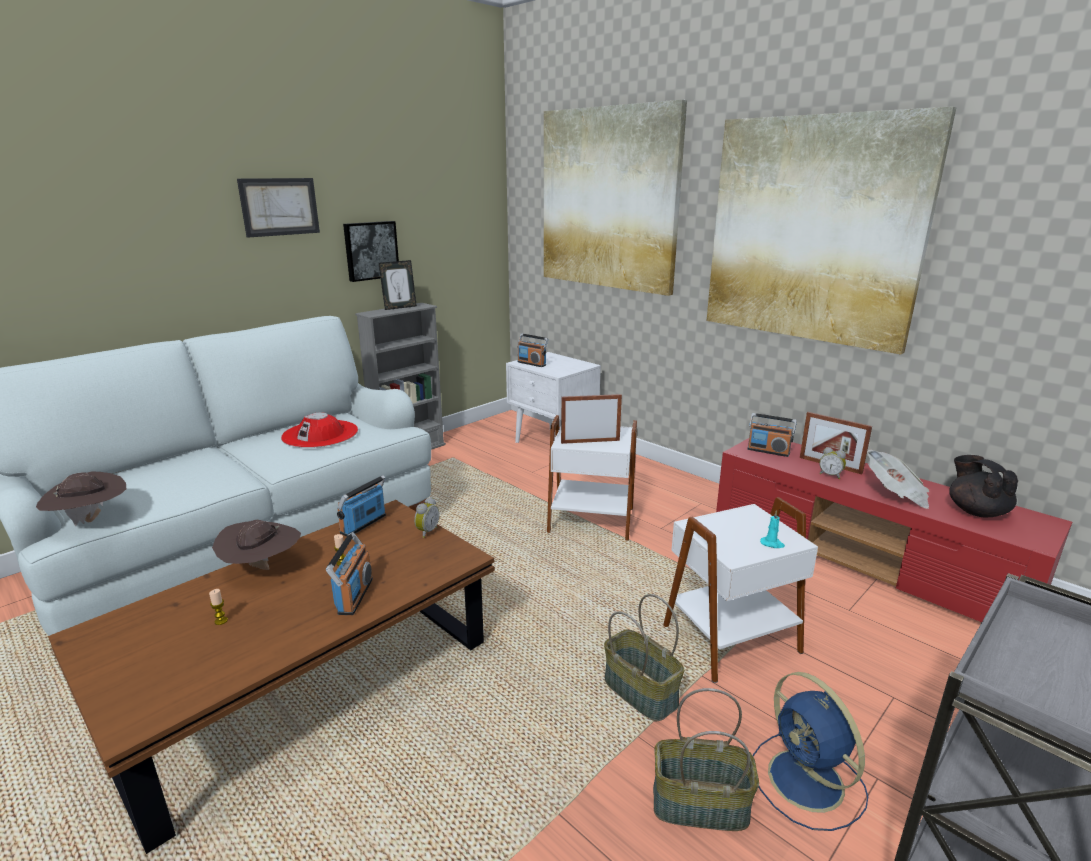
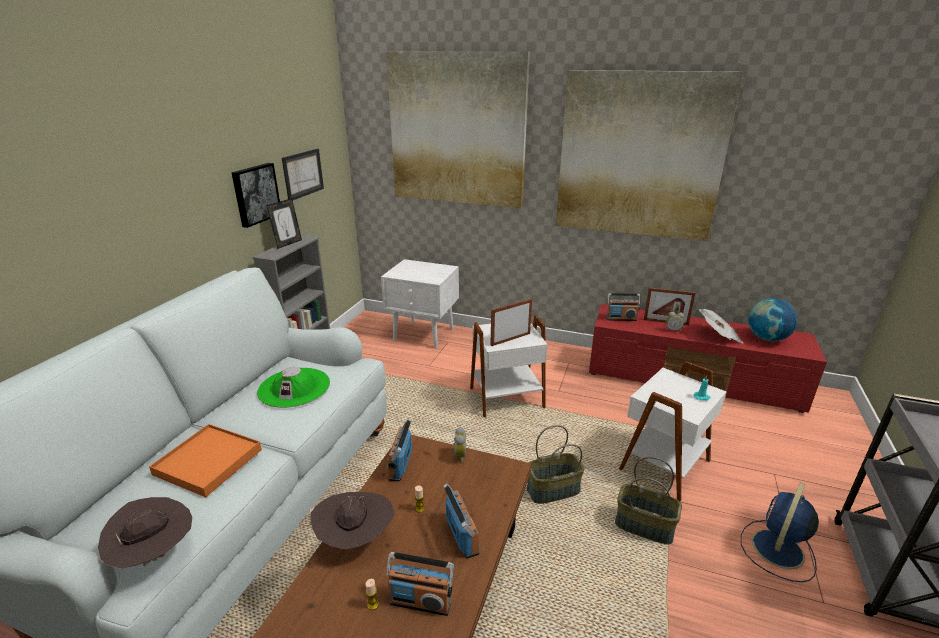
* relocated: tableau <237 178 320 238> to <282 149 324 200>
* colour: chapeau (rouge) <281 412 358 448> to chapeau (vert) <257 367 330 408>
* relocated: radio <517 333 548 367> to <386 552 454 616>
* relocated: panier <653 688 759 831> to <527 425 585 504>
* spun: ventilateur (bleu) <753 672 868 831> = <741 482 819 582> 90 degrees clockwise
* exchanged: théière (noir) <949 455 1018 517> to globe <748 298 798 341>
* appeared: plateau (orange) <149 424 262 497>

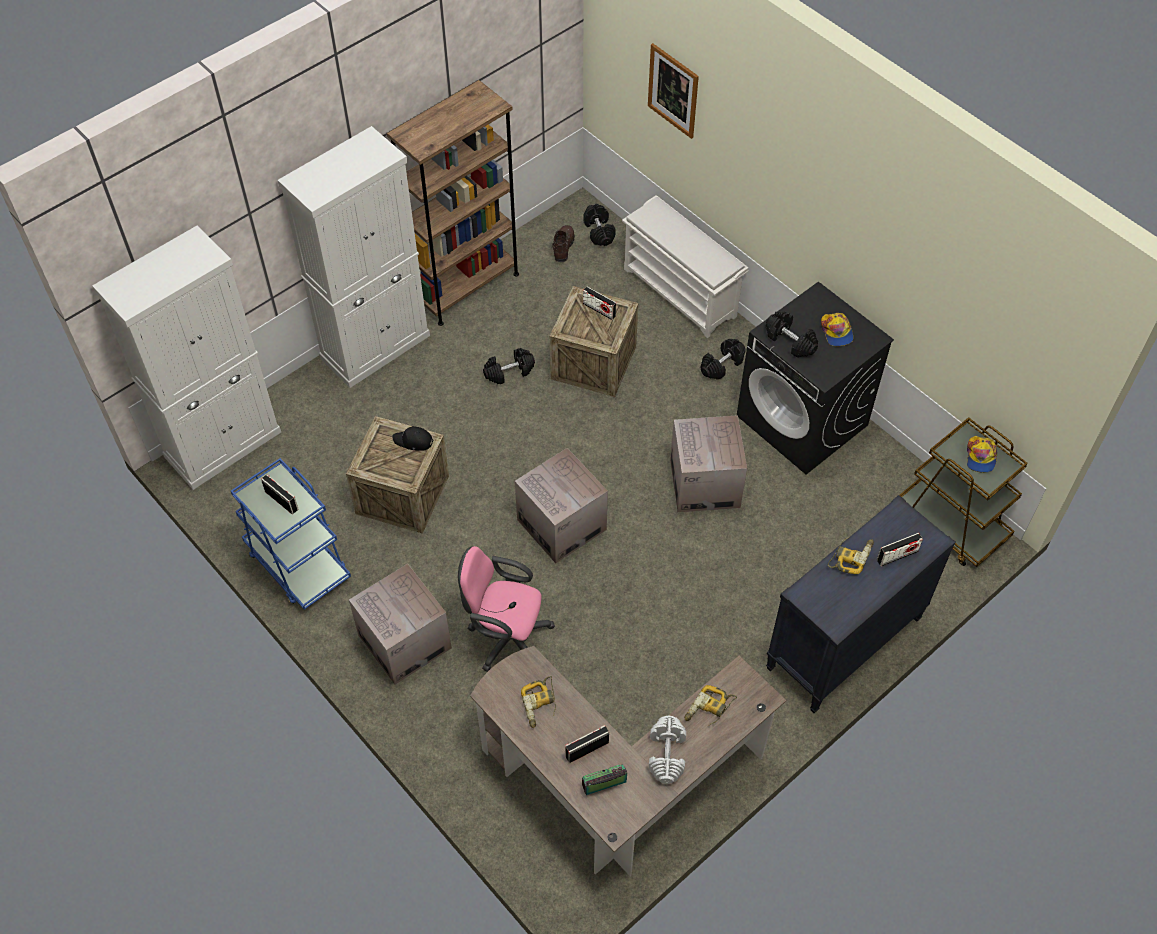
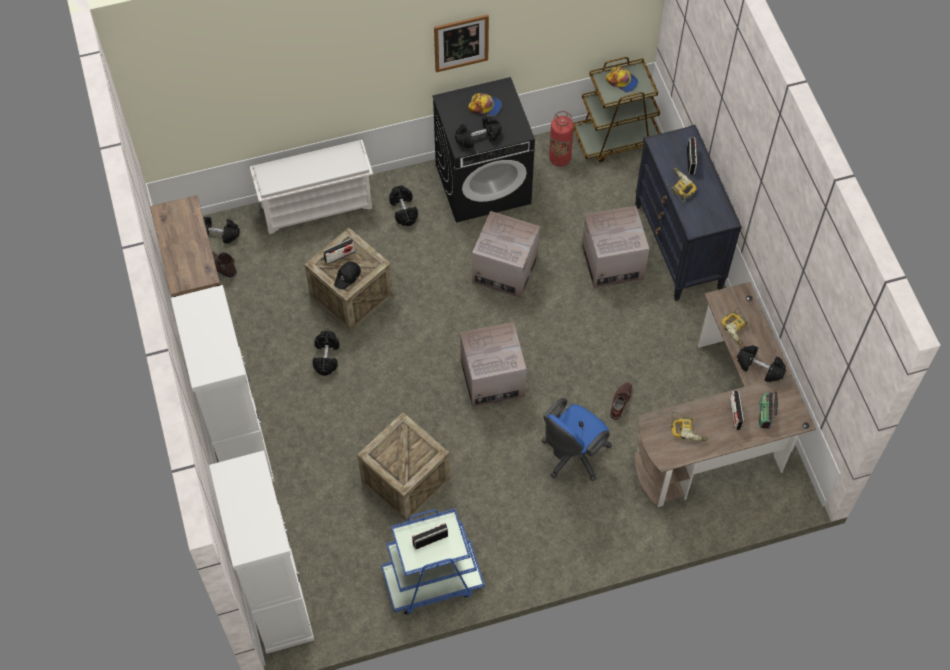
* relocated: carton <349 564 452 685> to <582 206 649 288>
* relocated: casquette (noir) <392 426 433 450> to <334 262 361 290>
* colour: chaise de bureau (rose) <458 546 555 672> to chaise de bureau (bleu) <542 398 612 481>
* relocated: tableau <648 43 699 139> to <434 14 489 72>
* colour: haltère (blanc) <649 716 686 784> to haltère (noir) <737 345 786 382>
* appeared: extincteur <549 111 574 167>
* appeared: botte (marron) <610 382 633 420>

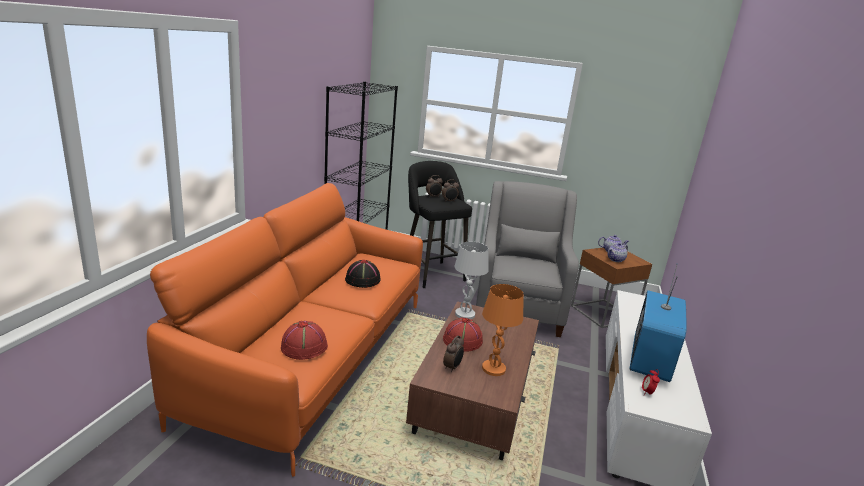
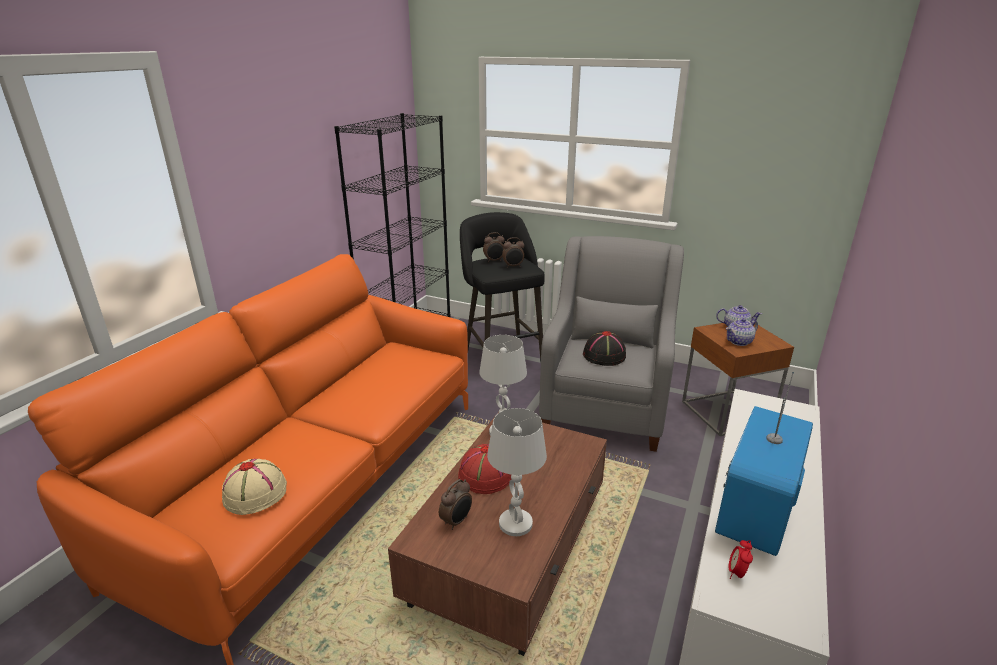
* colour: chapeau (rouge) <281 321 328 360> to chapeau (beige) <222 459 287 515>
* relocated: chapeau (noir) <345 260 381 288> to <583 331 626 366>
* colour: lampe de table (orange) <482 284 524 376> to lampe de table (blanc) <487 408 547 536>

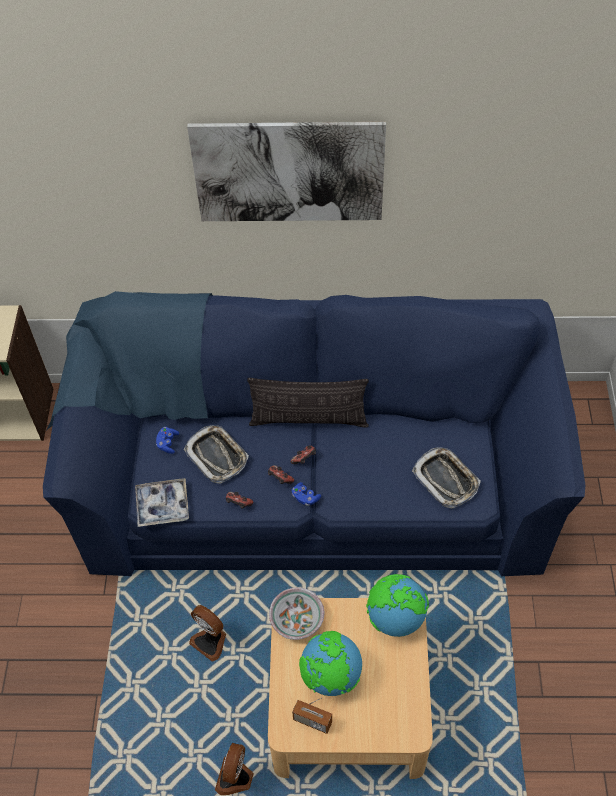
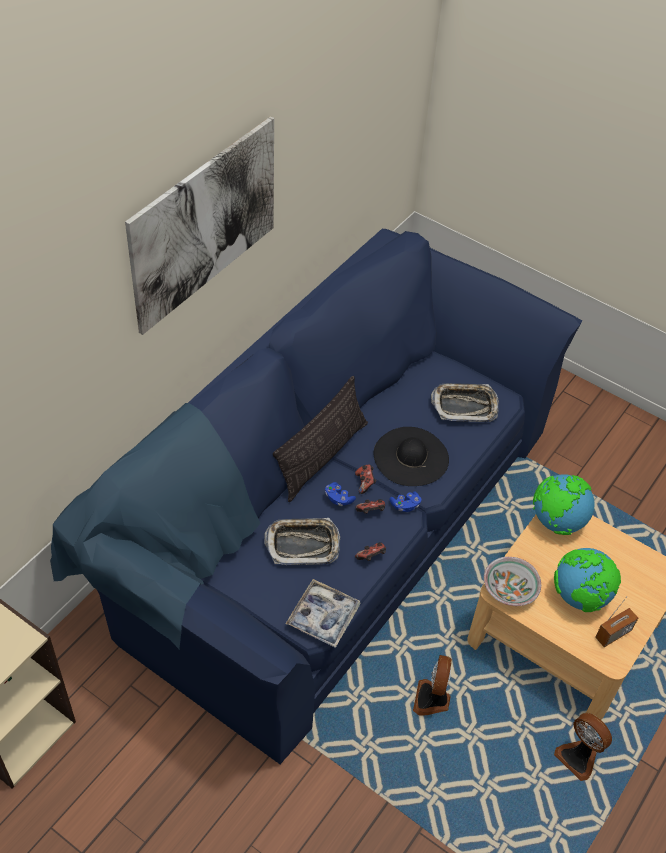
* relocated: manette (bleu) <156 427 179 454> to <325 482 356 506>
* spun: ventilateur <189 605 226 661> = <413 655 452 715> 120 degrees clockwise
* appeared: chapeau (noir) <374 427 449 486>

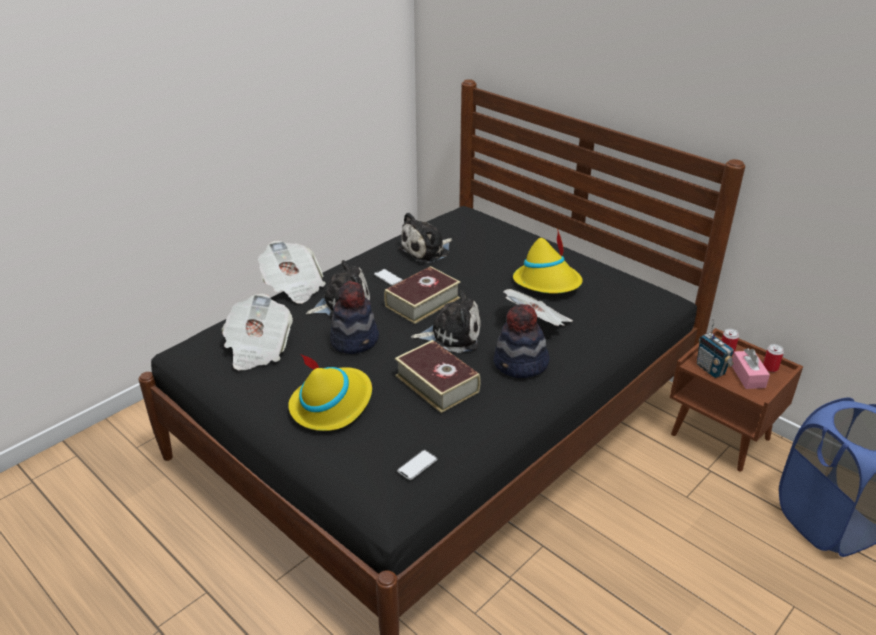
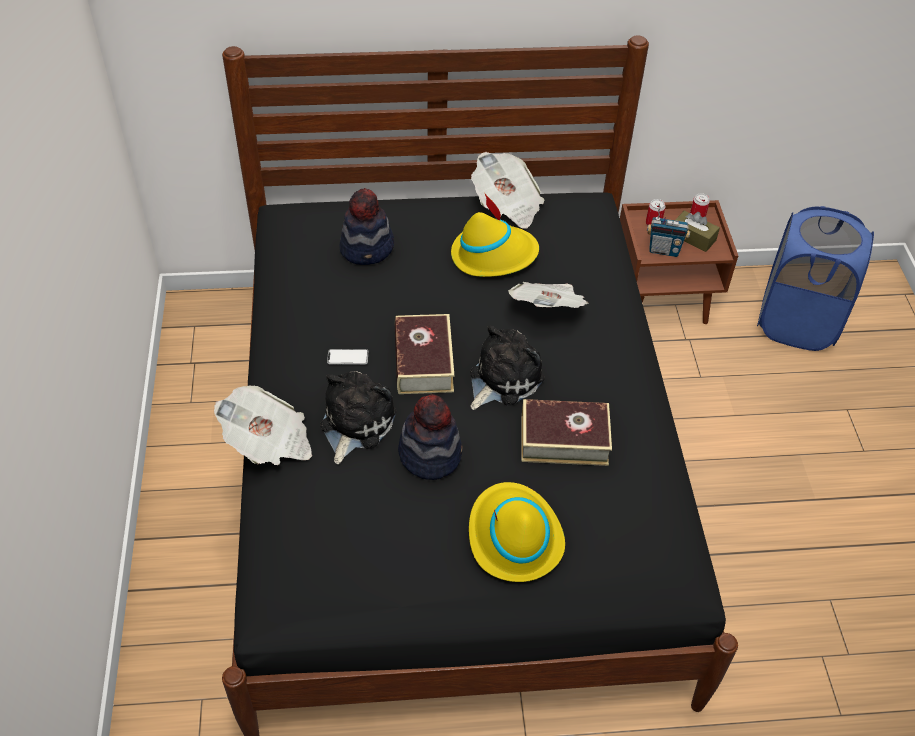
* relocated: journal <222 294 293 371> to <471 152 545 229>
* missing: téléphone <397 450 437 480>
* missing: peluche <398 212 452 263>
* relocated: chapeau <493 304 550 378> to <339 188 394 265>
* colour: boîte à mouchoirs (rose) <732 348 770 389> to boîte à mouchoirs (marron) <675 211 720 252>

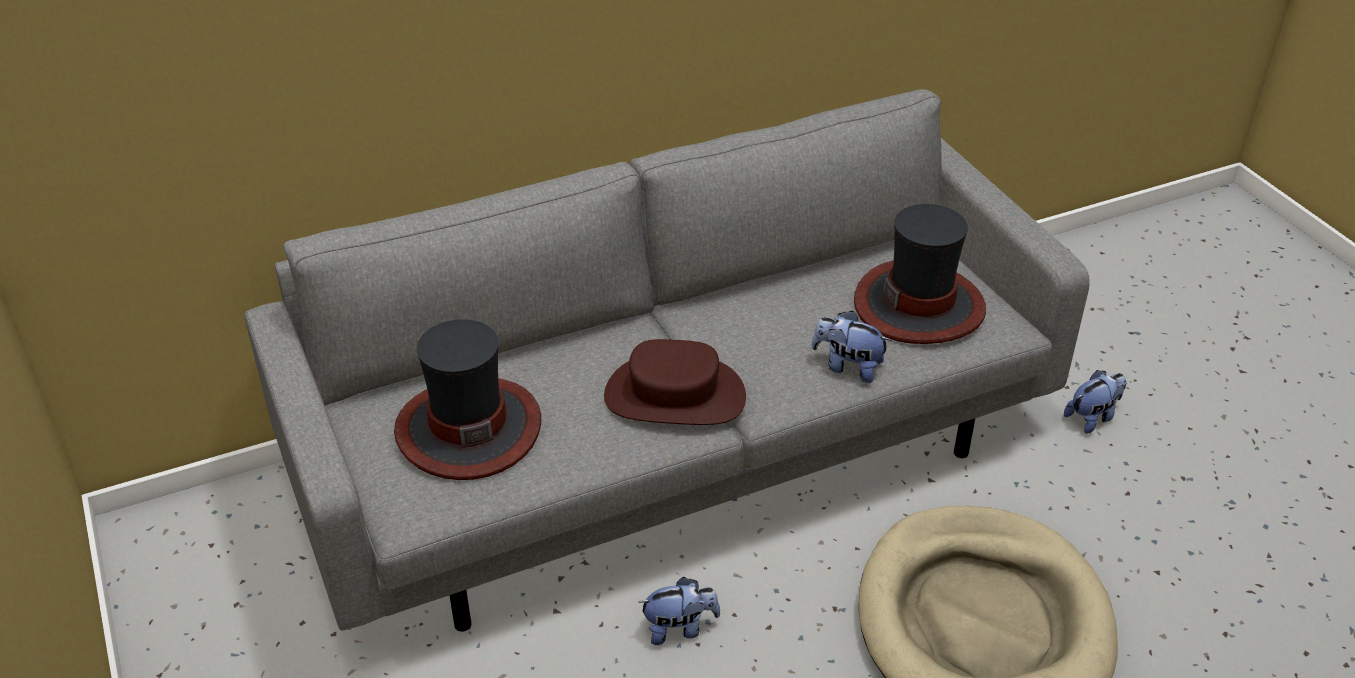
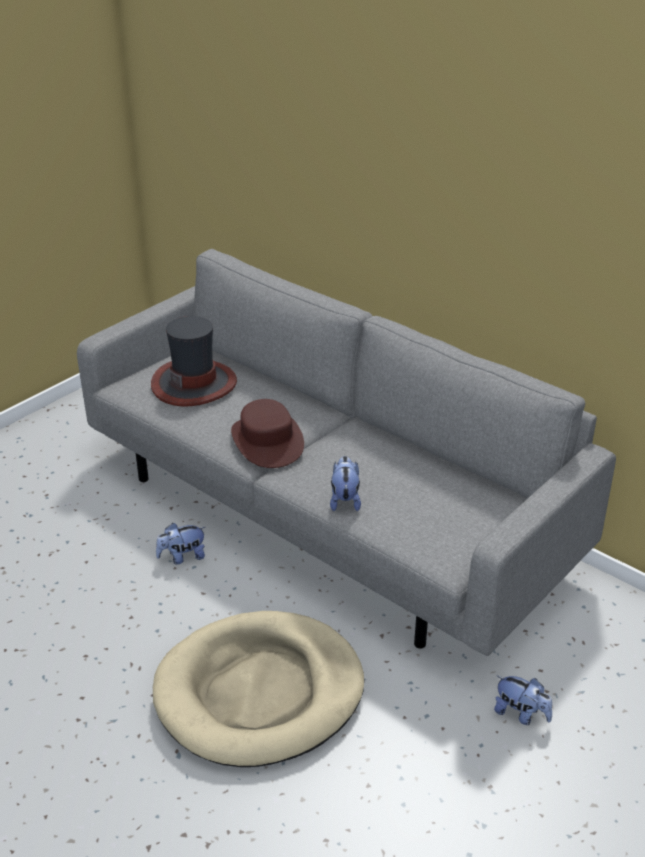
* spun: peluche <638 577 720 645> = <156 523 206 564> 105 degrees clockwise
* missing: chapeau <854 204 986 344>

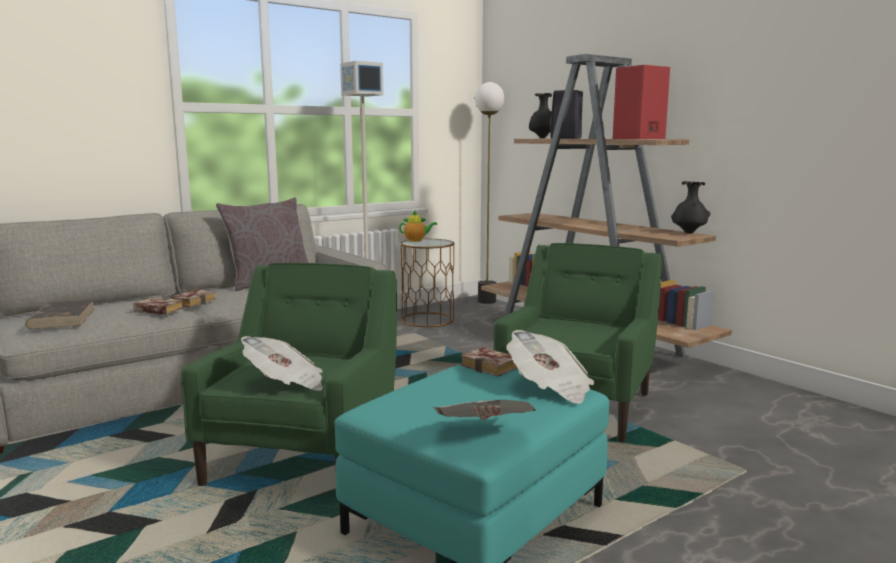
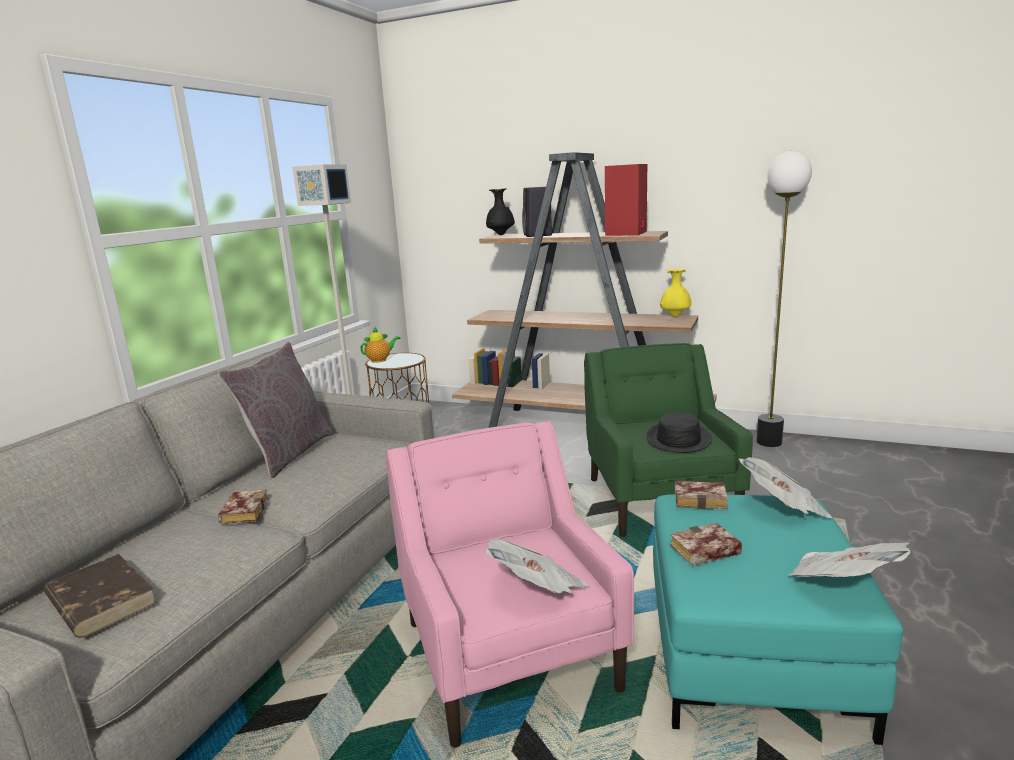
* relocated: livre <133 298 184 315> to <670 523 742 566>
* colour: fauteuil (vert) <181 263 397 486> to fauteuil (rose) <386 421 634 748>
* relocated: lampadaire <475 82 504 304> to <756 151 812 447>
* colour: vase (noir) <671 181 711 234> to vase (jaune) <660 269 691 317>
* appeared: chapeau (noir) <646 412 712 453>

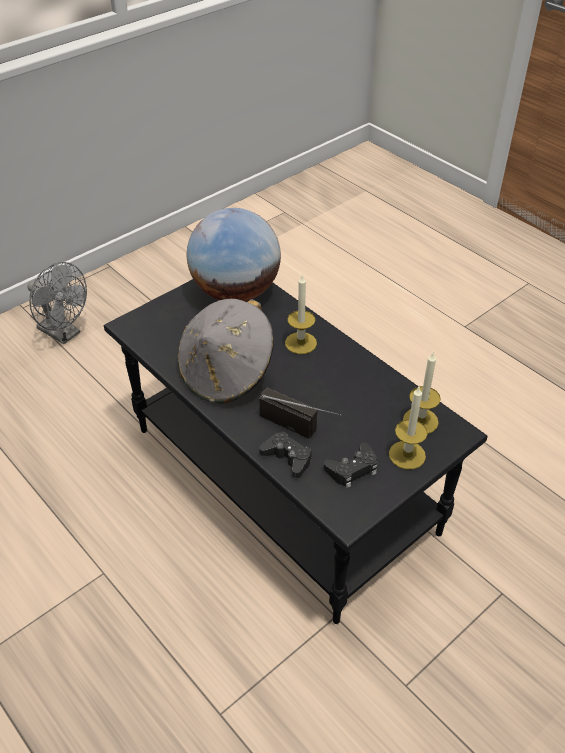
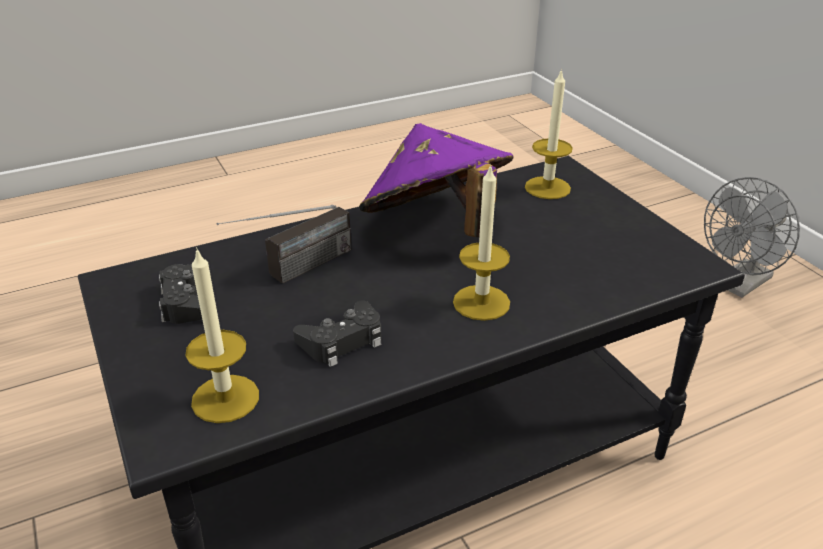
* colour: chapeau (gris) <178 299 274 404> to chapeau (violet) <359 123 514 237>
* missing: globe <187 208 281 301>
* relocated: manette (noir) <259 431 312 478> to <293 300 382 367>
* relocated: bougie <389 387 428 469> to <525 68 573 199>

